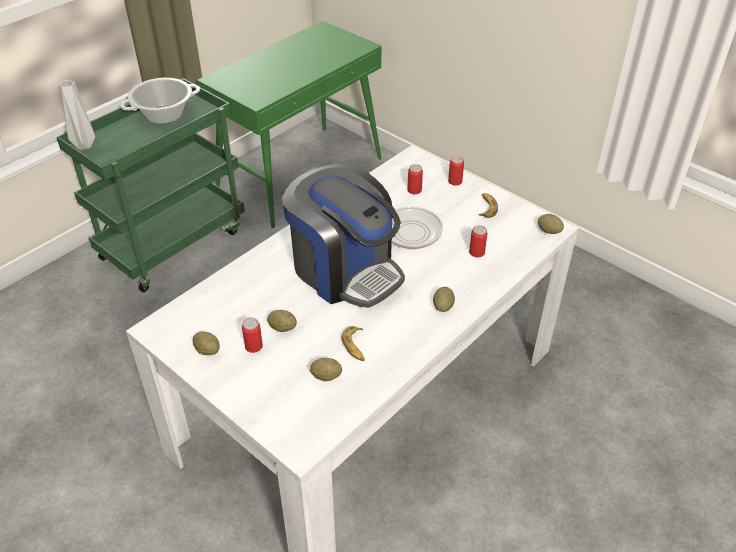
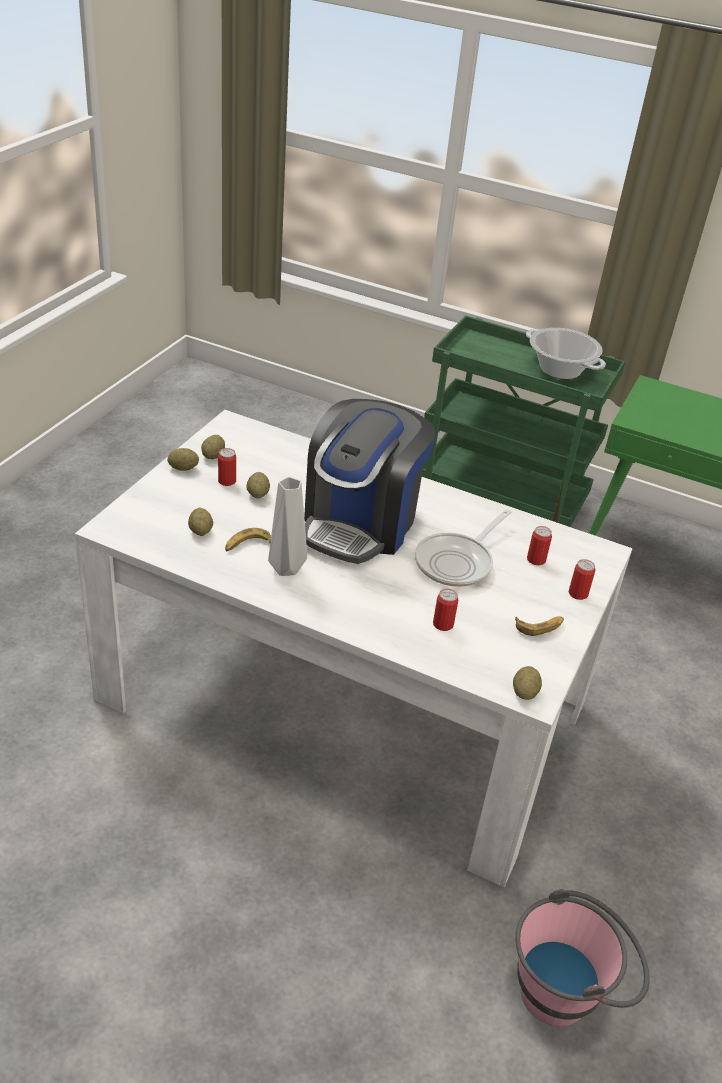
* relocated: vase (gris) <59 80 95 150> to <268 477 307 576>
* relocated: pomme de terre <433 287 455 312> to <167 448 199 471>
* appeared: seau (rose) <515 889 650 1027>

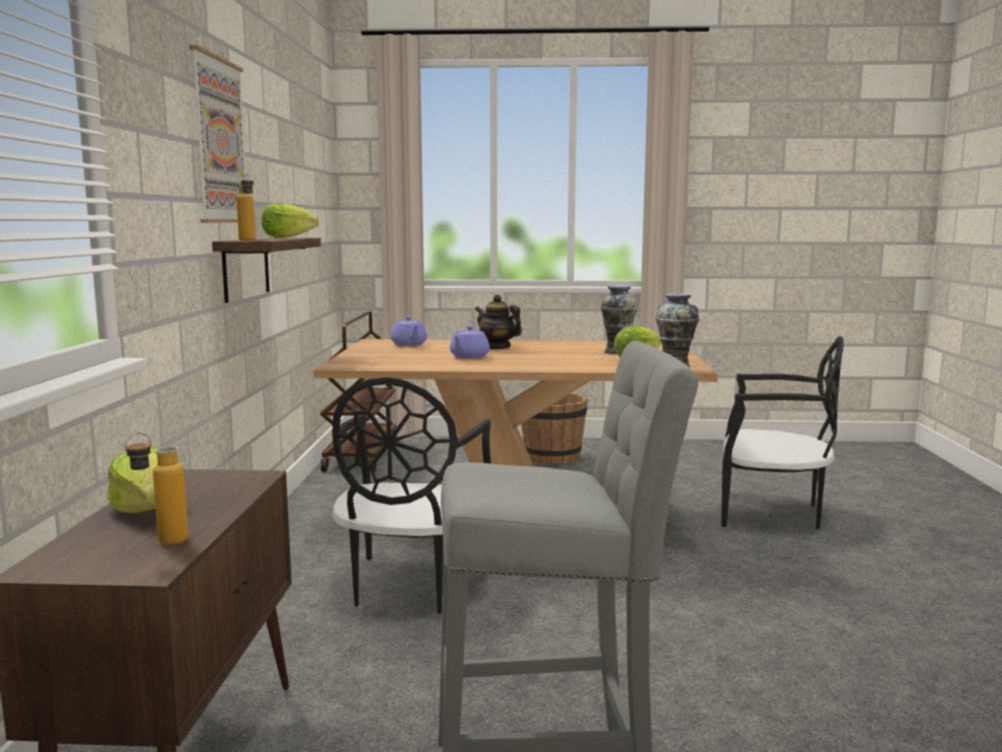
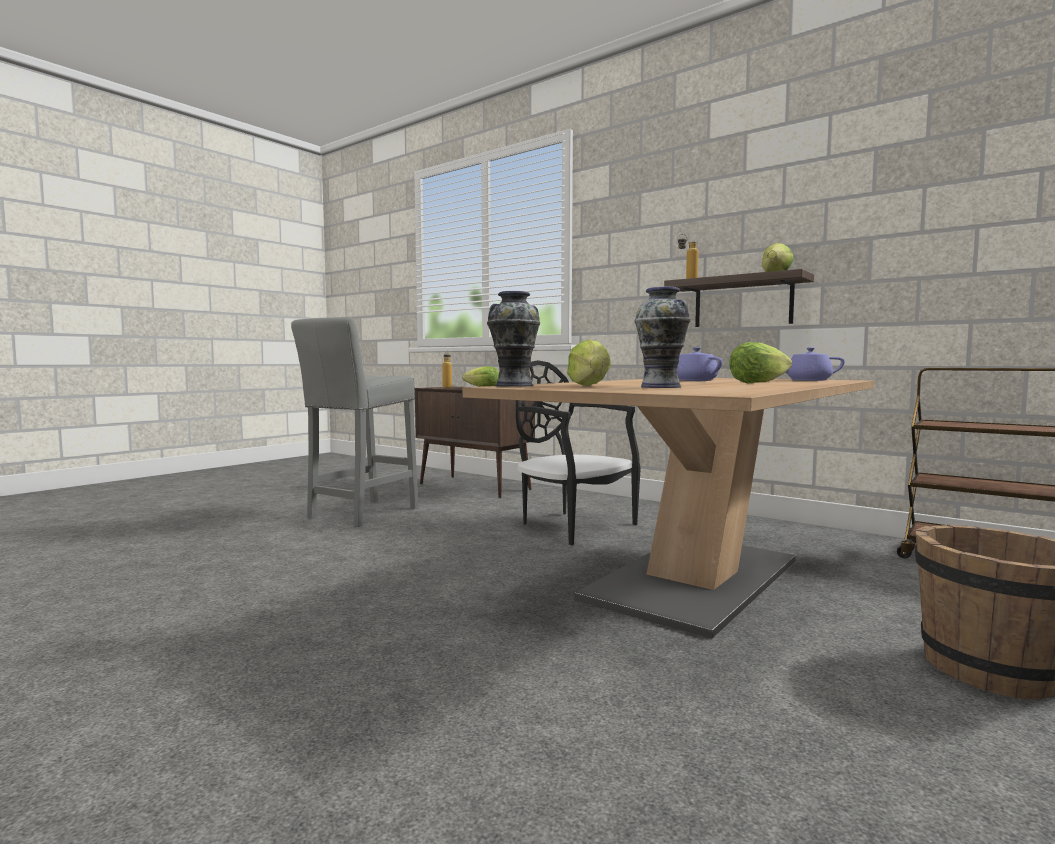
* missing: tableau <189 45 246 223>
* exchanged: théière <475 294 522 349> to laitue <729 342 792 383>
* missing: chaise (noir) <721 336 844 529>

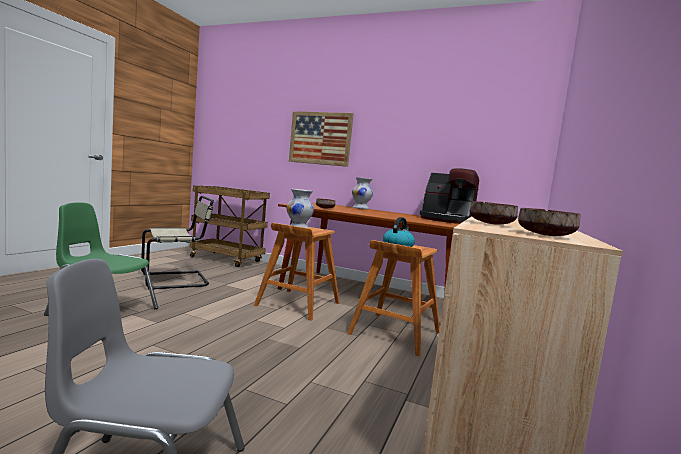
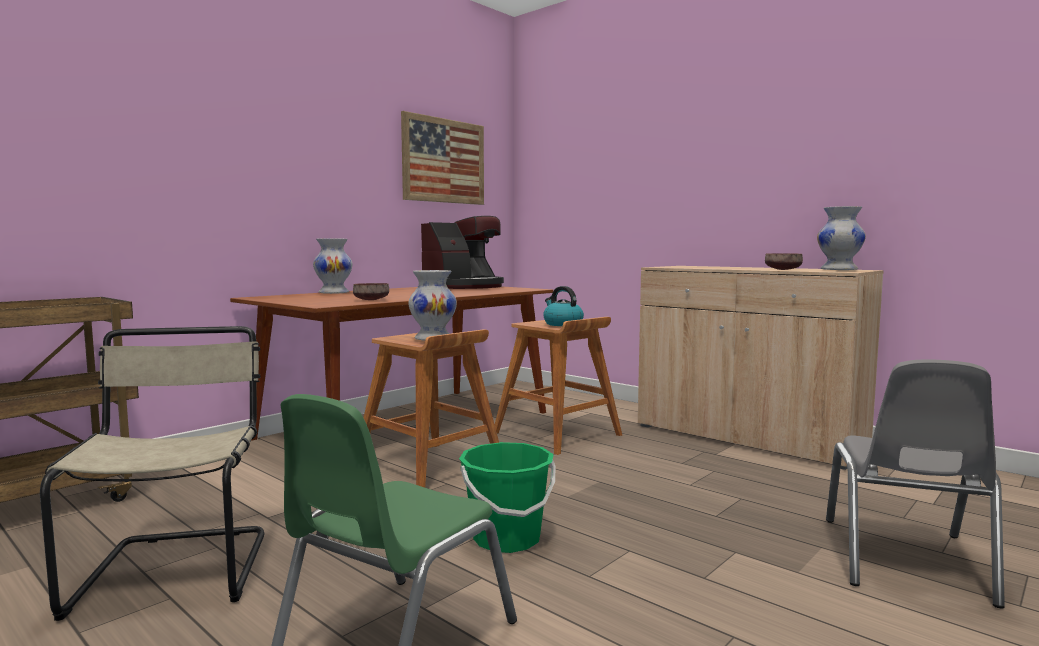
* relocated: tableau <289 111 354 167> to <401 111 484 205>
* exchanged: bol (marron) <518 208 581 236> to vase (blanc) <817 206 866 270>
* appeared: seau (vert) <459 442 556 553>

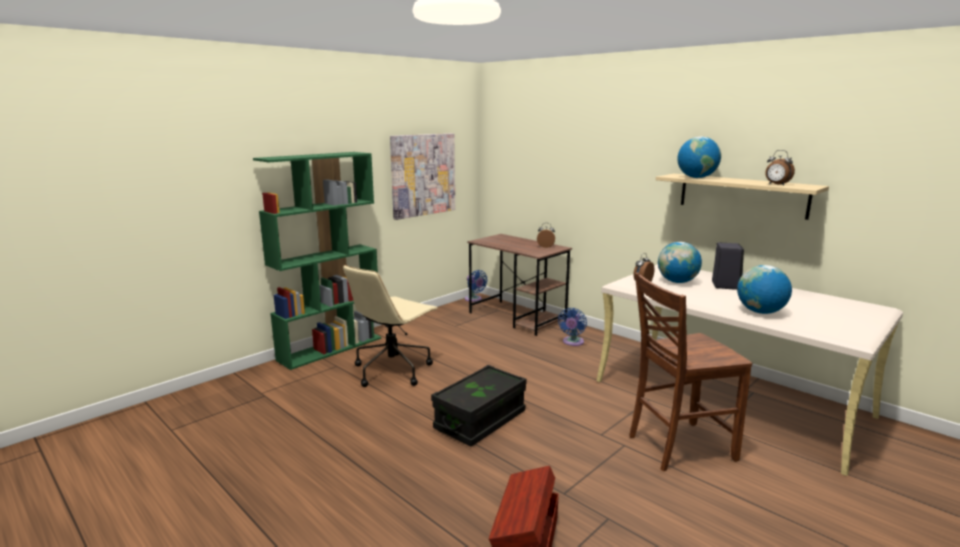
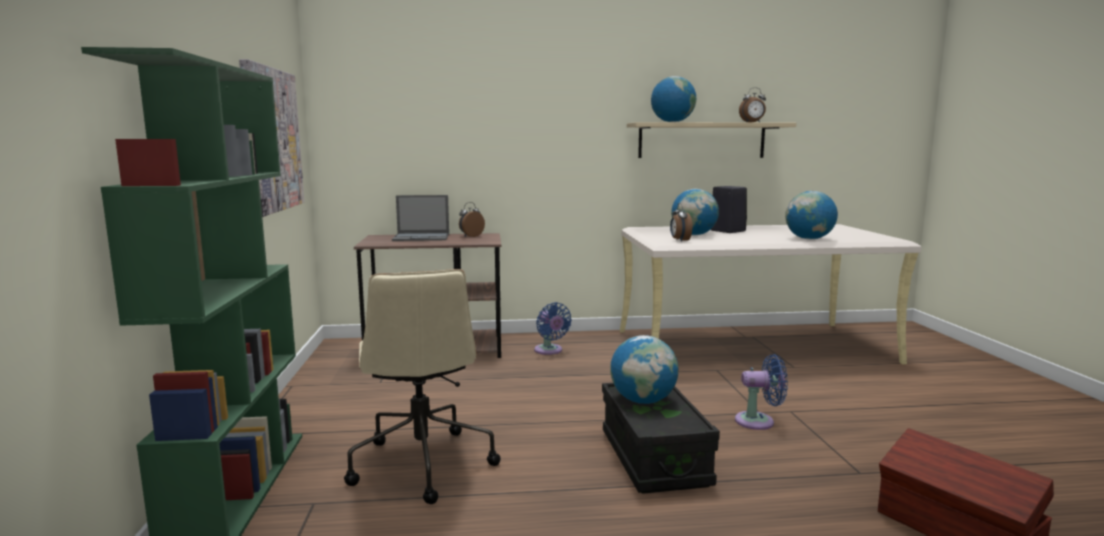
* relocated: ventilateur (bleu) <465 270 488 302> to <735 354 788 430>
* missing: chaise (marron) <629 272 752 471>
* appeared: ordinateur portable <392 195 449 241>
* appeared: globe <610 335 678 404>

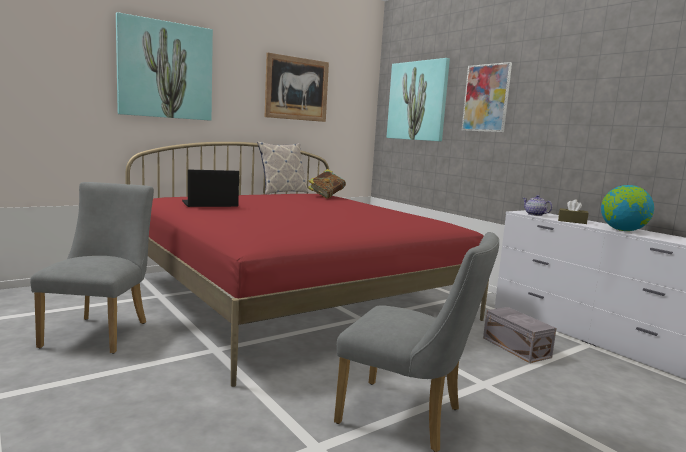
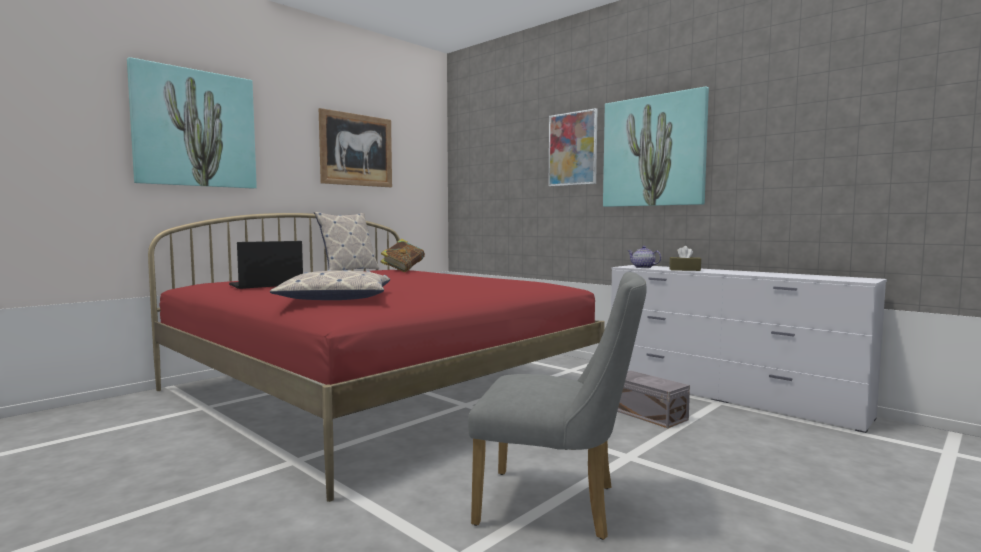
* missing: chaise (gris) <30 182 154 354>
* relocated: tableau <387 58 450 141> to <603 87 709 207>
* missing: globe <601 185 654 231>
* appeared: coussin <270 270 390 300>

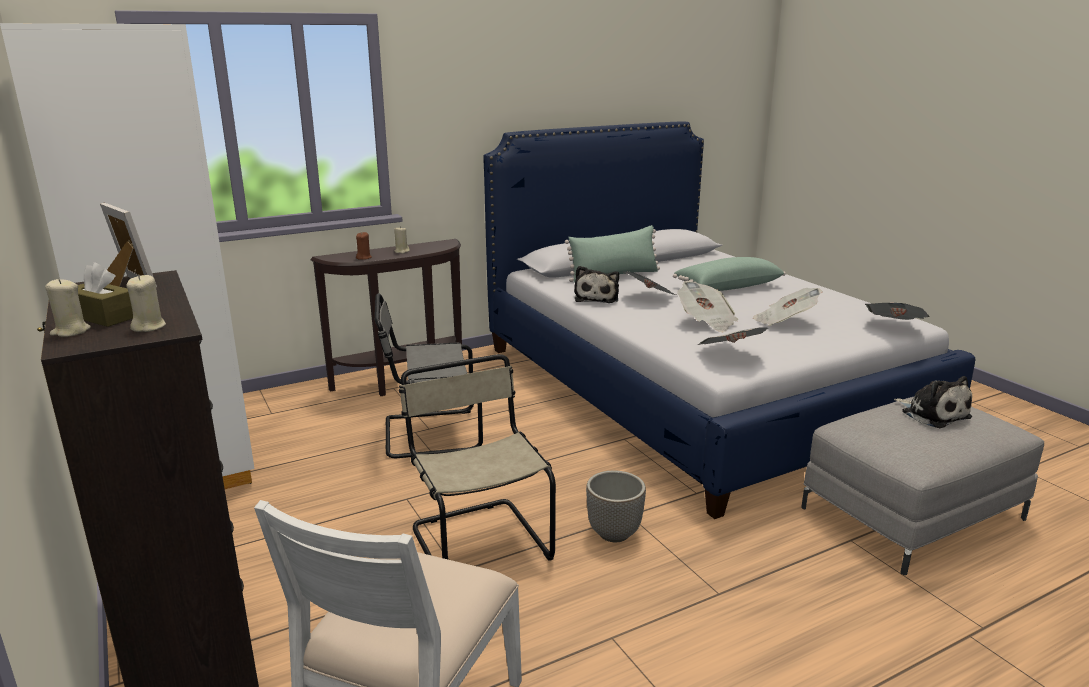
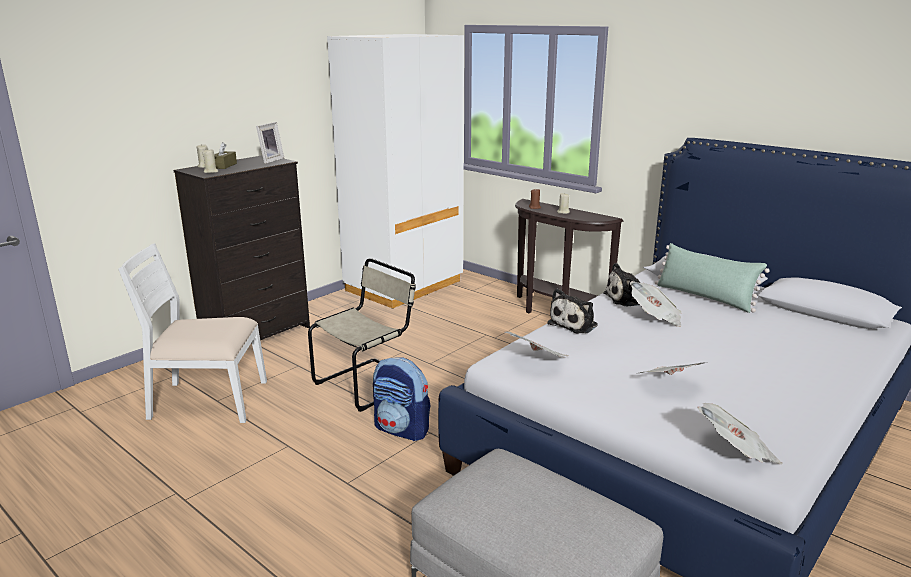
* missing: chaise (gris) <375 294 483 458>
* exchanged: cache-pot <586 471 646 542> to sac à dos <373 357 431 441>
* missing: coussin (vert) <673 257 786 291>
* missing: journal <677 281 738 332>
* relocated: peluche <894 376 972 428> to <547 288 598 334>

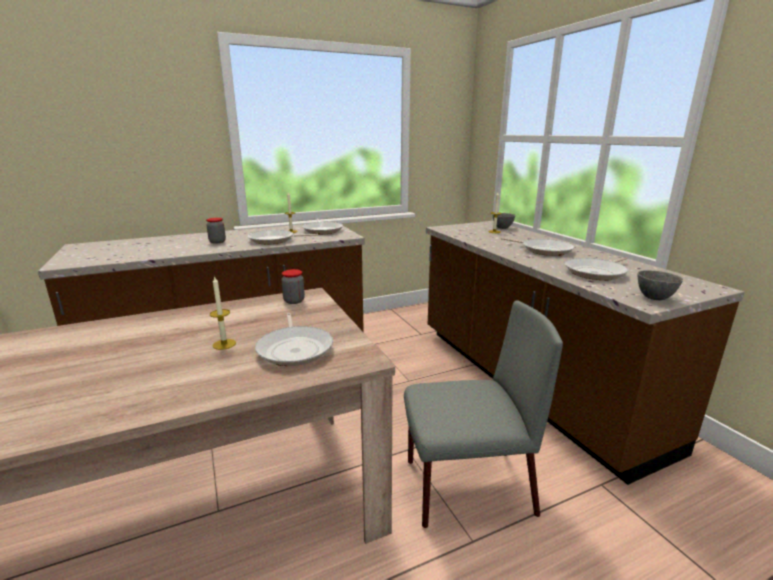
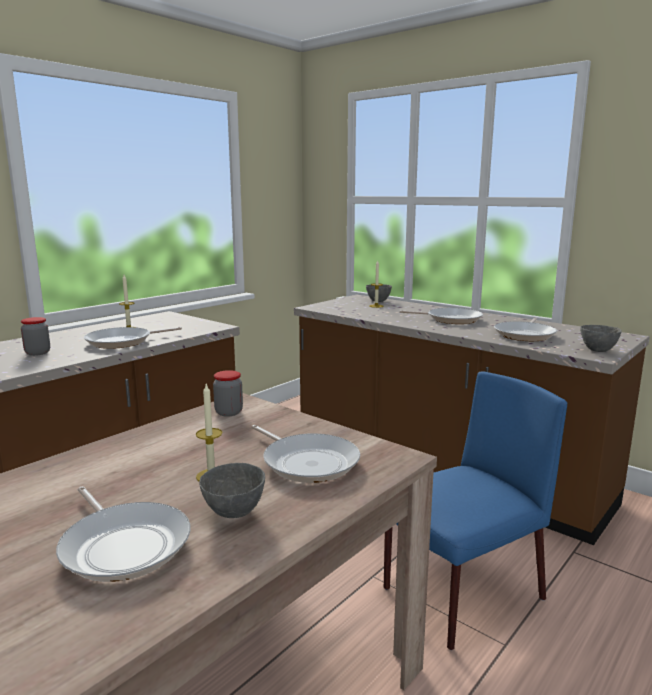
* relocated: poêle <302 219 343 234> to <56 486 190 582>
* colour: chaise (gris) <404 300 563 528> to chaise (bleu) <384 371 567 650>
* appeared: bol (gris) <199 463 265 518>

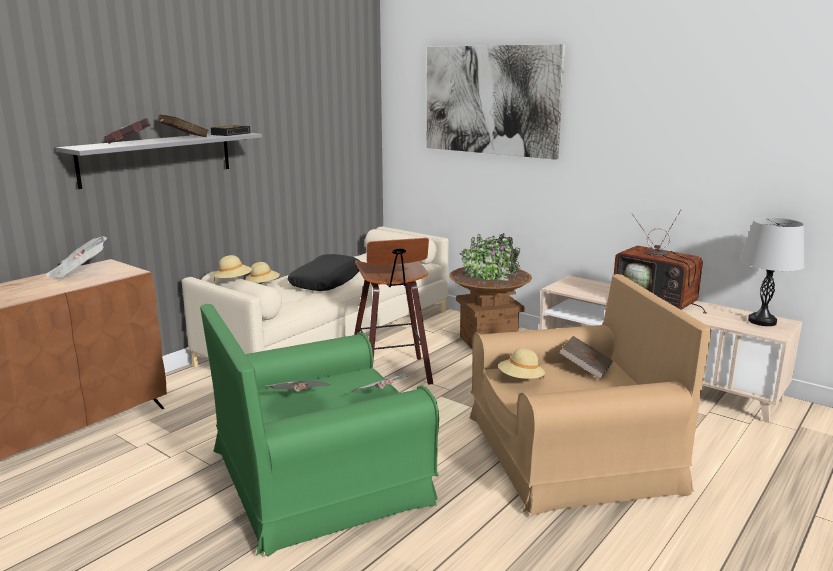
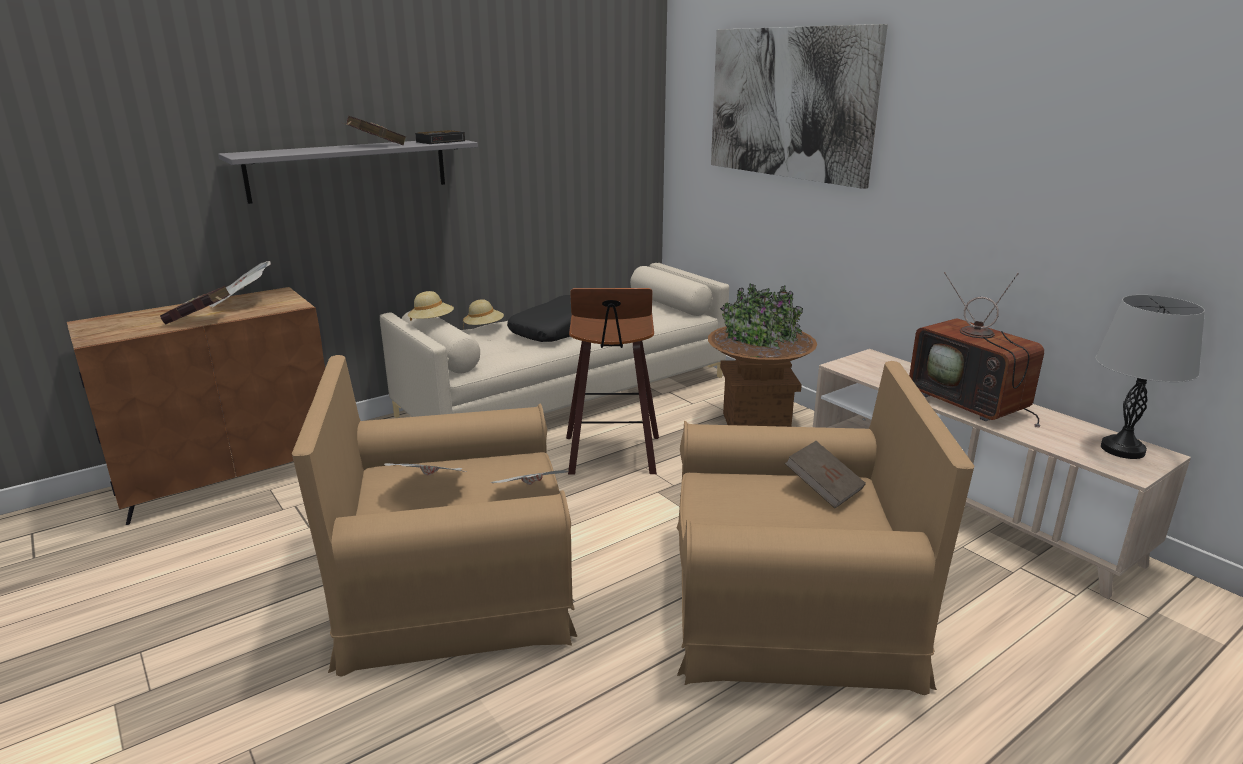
* relocated: livre (rouge) <104 118 151 144> to <160 286 230 325>
* colour: fauteuil (vert) <200 304 439 556> to fauteuil (marron) <292 355 577 677>
* missing: chapeau (beige) <498 348 545 379>

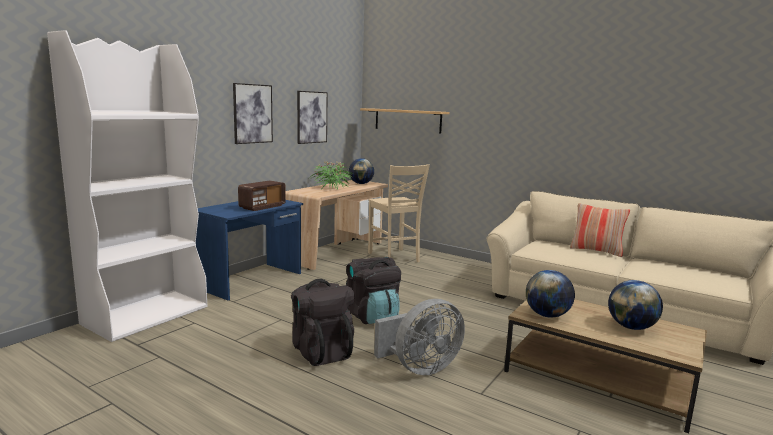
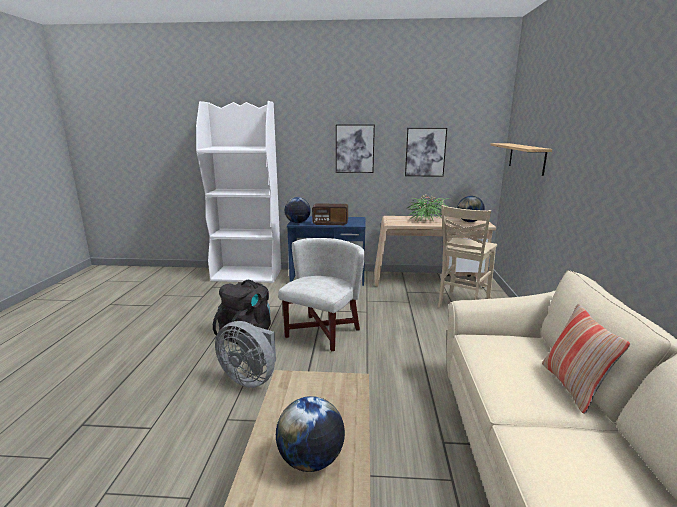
* exchanged: sac à dos (noir) <346 257 401 324> to fauteuil (blanc) <278 238 365 352>
* relocated: globe <526 270 575 318> to <285 197 311 223>

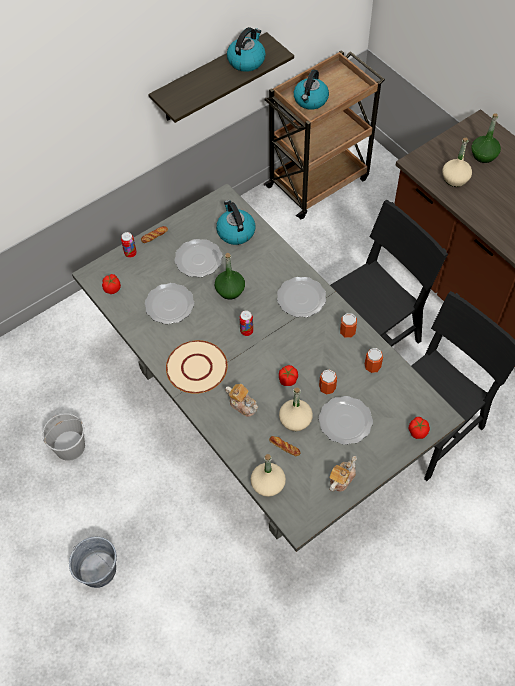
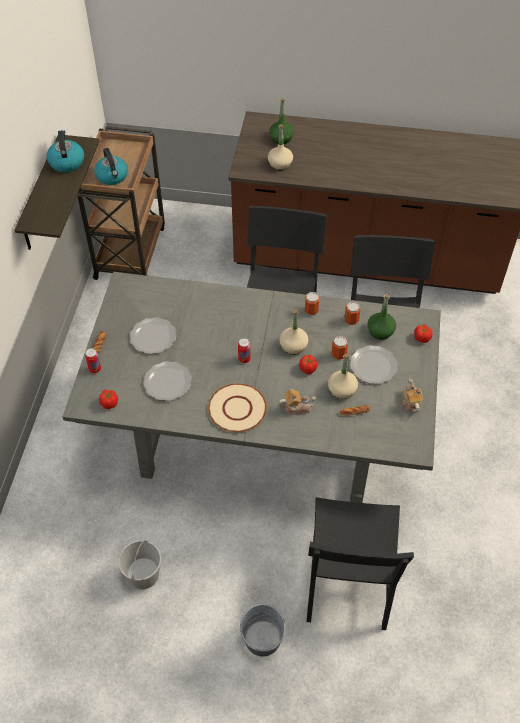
* relocated: bouteille (vert) <215 253 245 300> to <367 294 396 340>
* missing: bouilloire <216 200 255 245>
* relocated: bouteille (beige) <251 454 286 497> to <279 309 309 355>
* missing: assiette <277 277 326 317>
* appeared: chaise (noir) <307 497 414 630>

